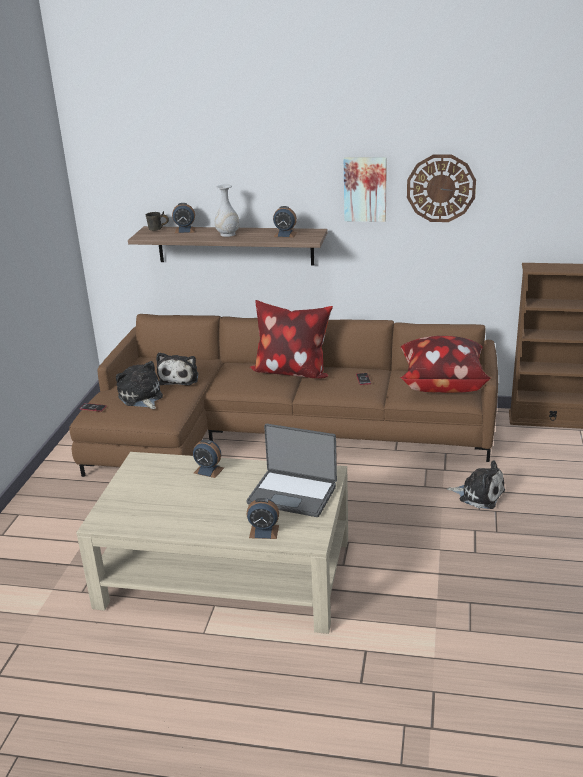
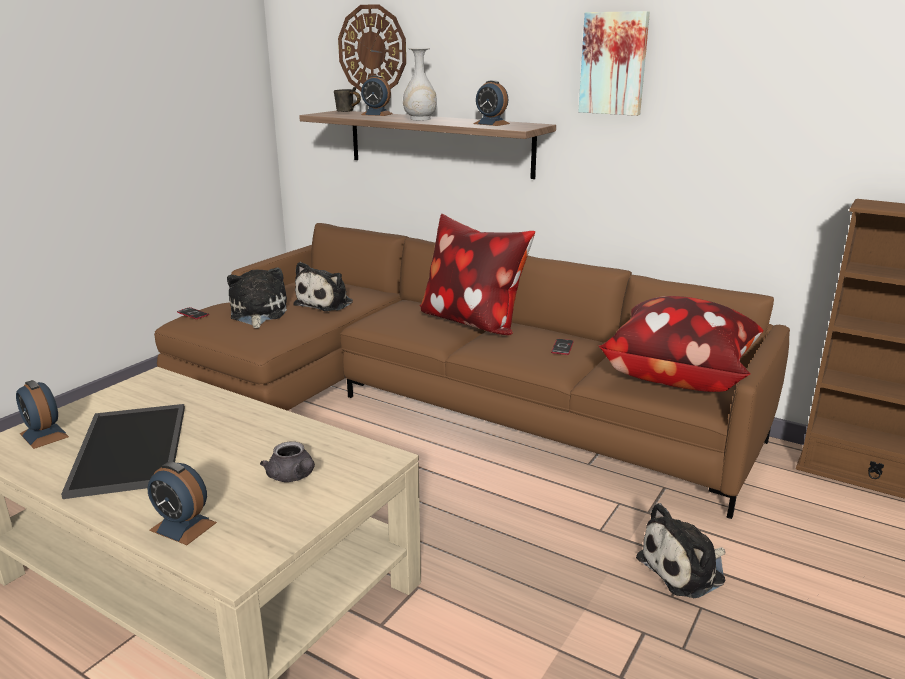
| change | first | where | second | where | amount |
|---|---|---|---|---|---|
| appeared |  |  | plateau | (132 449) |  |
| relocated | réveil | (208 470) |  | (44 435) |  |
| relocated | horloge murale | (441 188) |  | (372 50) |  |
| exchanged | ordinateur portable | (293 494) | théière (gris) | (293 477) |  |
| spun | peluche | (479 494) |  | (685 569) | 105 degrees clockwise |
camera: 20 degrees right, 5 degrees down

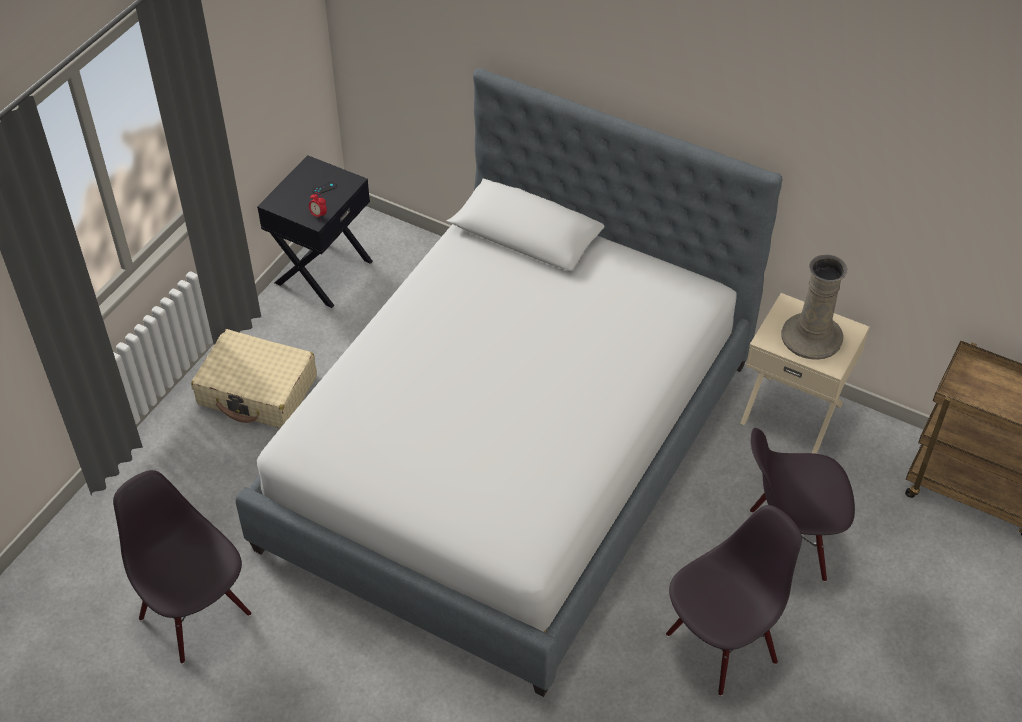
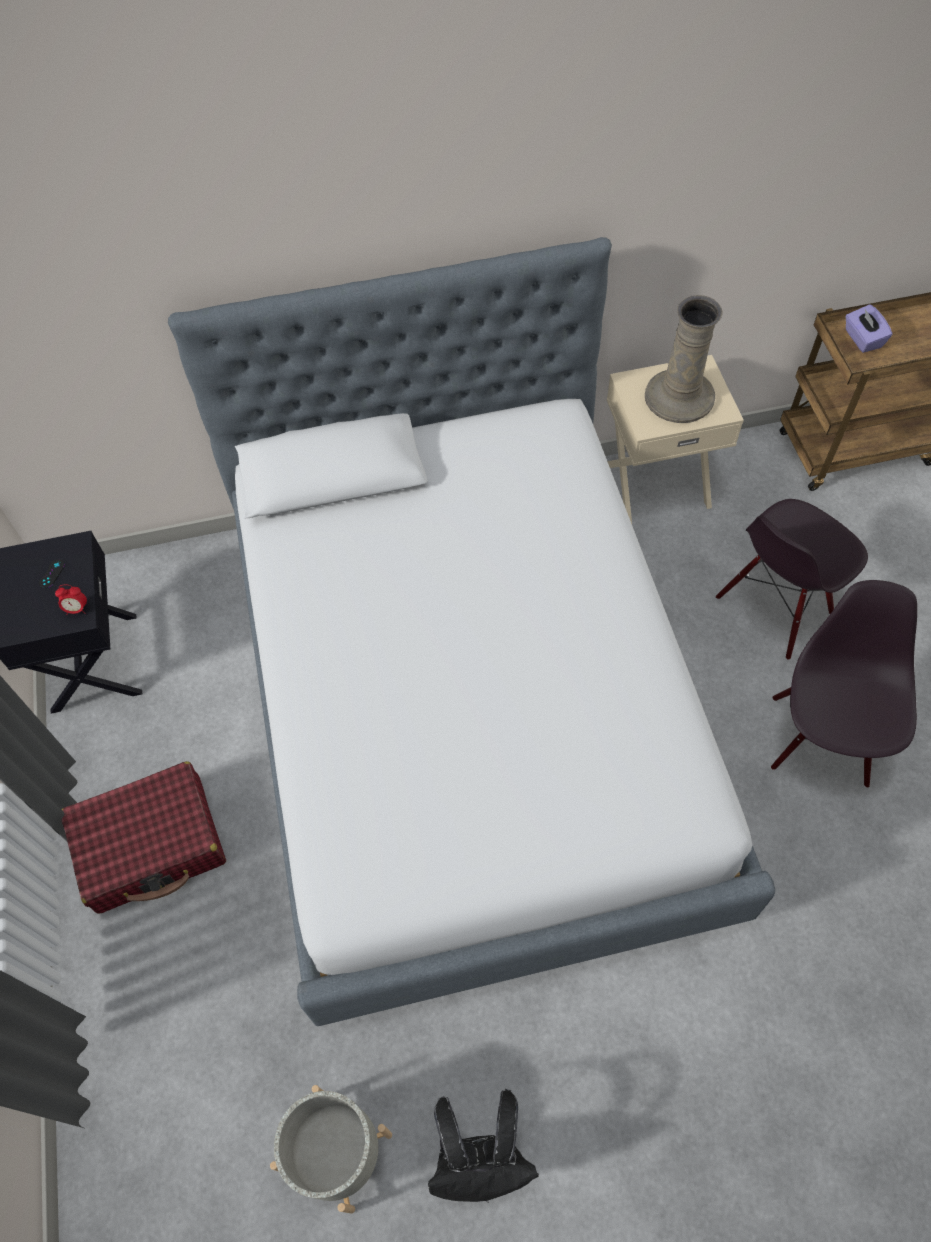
| change | first | where | second | where | amount |
|---|---|---|---|---|---|
| appeared |  |  | sac à dos (noir) | (481 1158) |  |
| appeared |  |  | boîte à mouchoirs (violet) | (862 339) |  |
| exchanged | chaise (noir) | (196 615) | cache-pot (gris) | (338 1152) |  |
| colour | valise (beige) | (258 391) | valise (rouge) | (152 844) |  |
camera: 40 degrees left, 10 degrees up

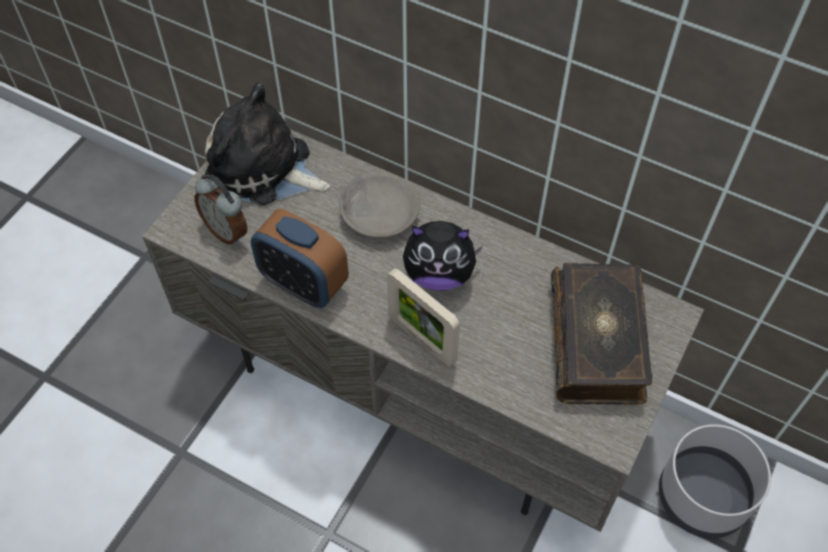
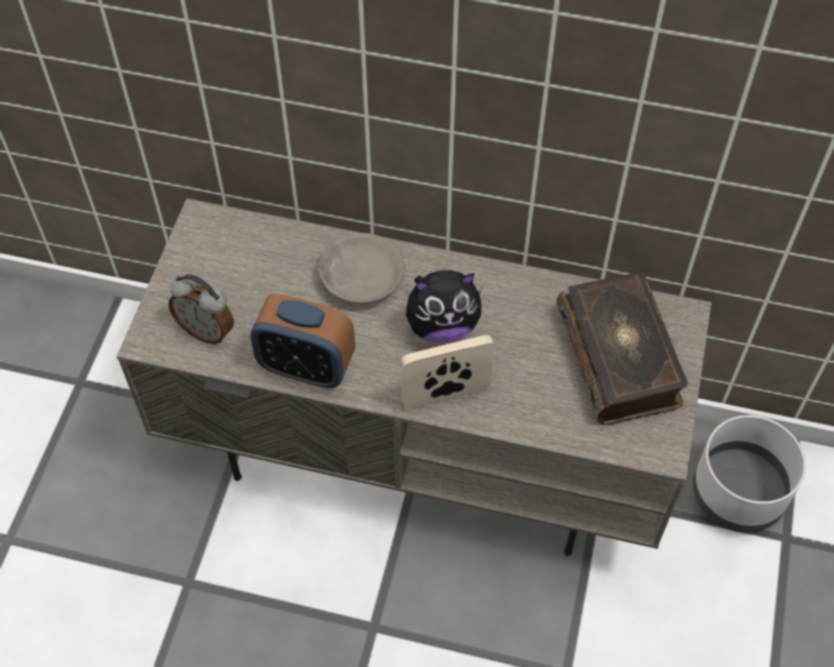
| change | first | where | second | where | amount |
|---|---|---|---|---|---|
| missing | peluche | (264 169) |  |  |  |
| spun | cadre photo | (422 339) |  | (446 396) | 135 degrees clockwise |
camera: 15 degrees left, 0 degrees up

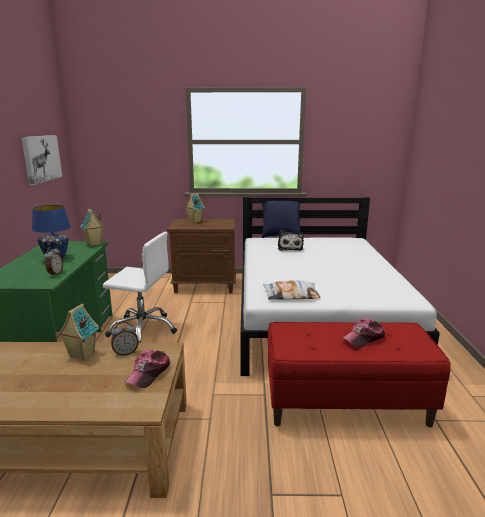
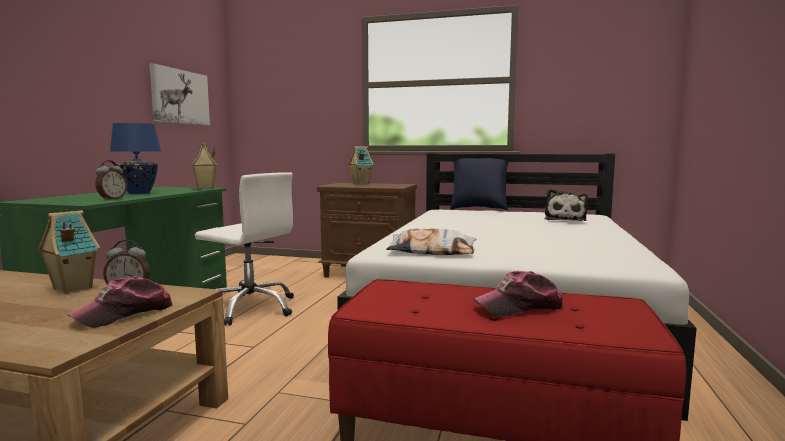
| change | first | where | second | where | amount |
|---|---|---|---|---|---|
| relocated | peluche | (290 248) |  | (565 219) |  |
camera: 15 degrees right, 10 degrees down

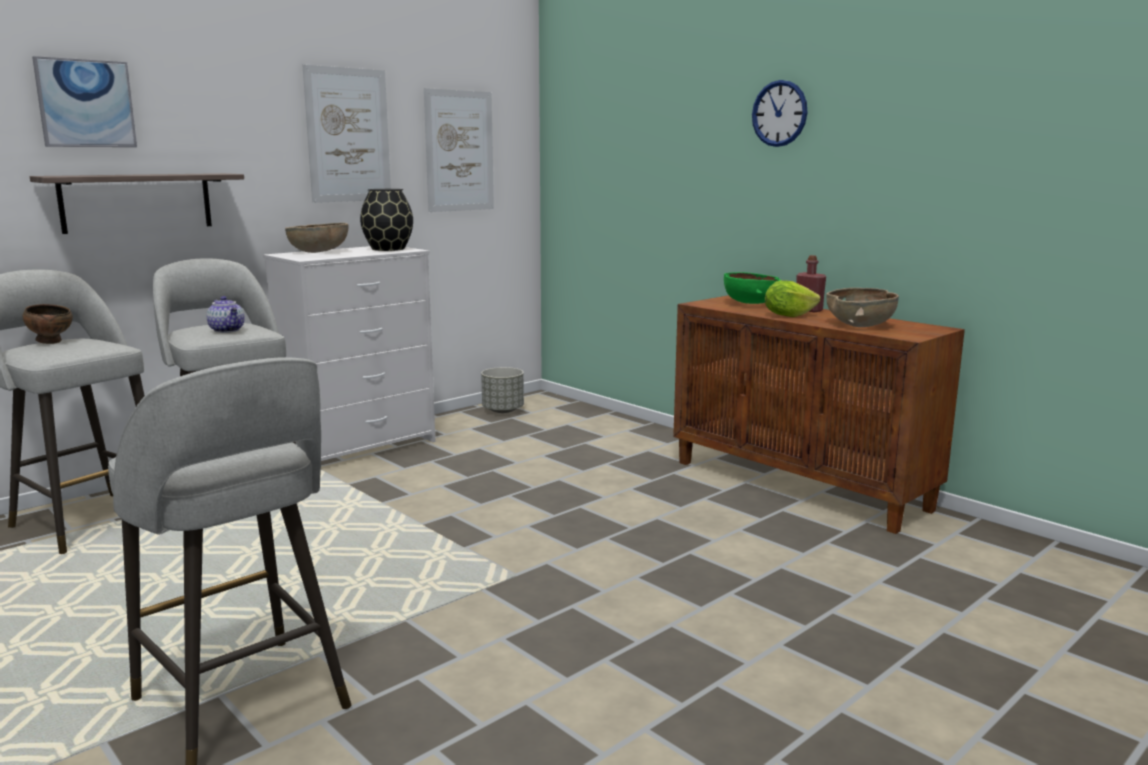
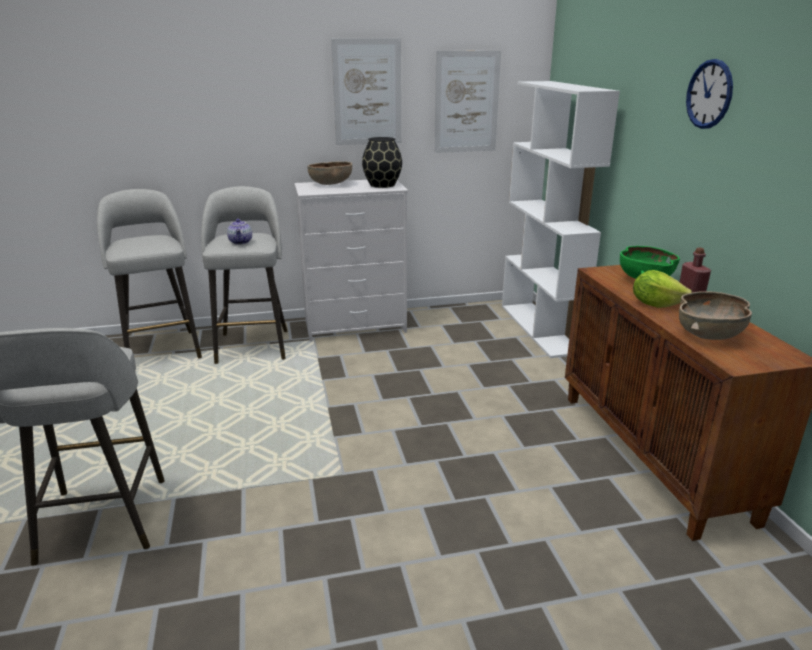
| change | first | where | second | where | amount |
|---|---|---|---|---|---|
| missing | bol (marron) | (52 342) |  |  |  |
| missing | étagère | (137 202) |  |  |  |
| missing | tableau | (85 103) |  |  |  |
| missing | cache-pot (gris) | (503 410) |  |  |  |
| appeared |  |  | bibliothèque (blanc) | (540 328) |  |
camera: 30 degrees right, 10 degrees up

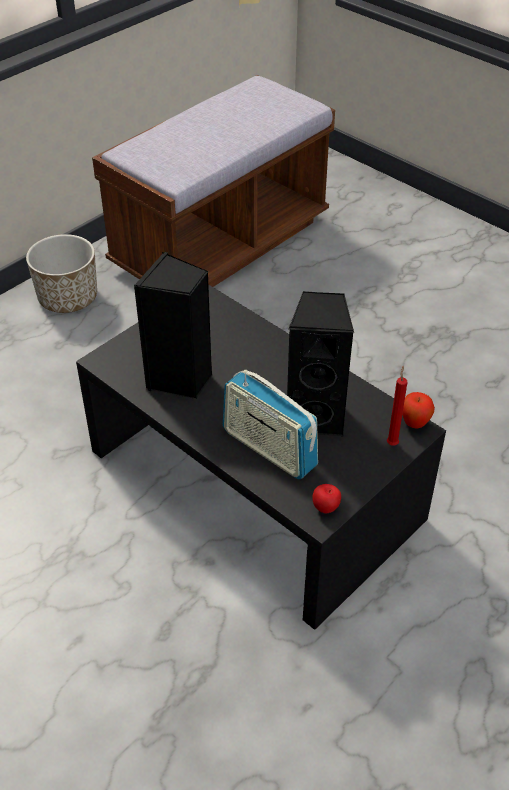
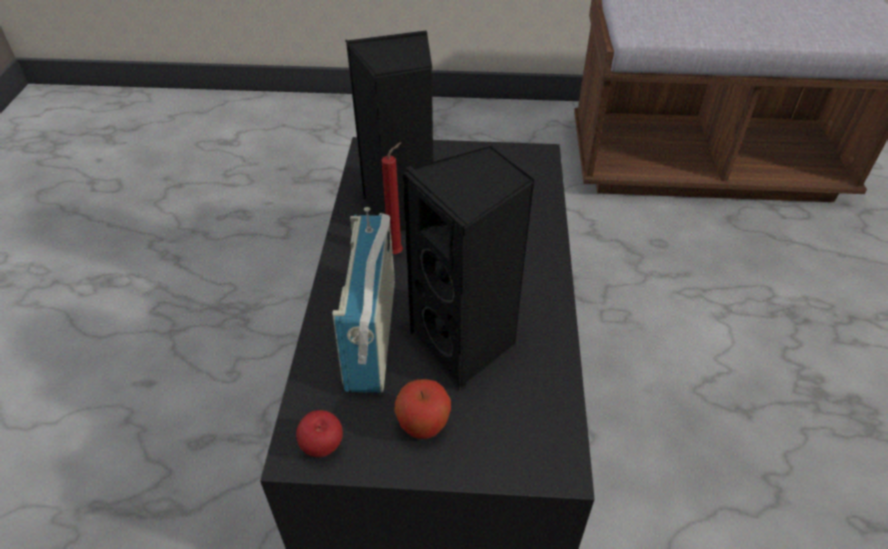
| change | first | where | second | where | amount |
|---|---|---|---|---|---|
| missing | cache-pot | (68 298) |  |  |  |
| relocated | bougie (rouge) | (392 443) |  | (397 252) |  |
| relocated | pomme | (415 423) |  | (423 428) |  |
camera: 50 degrees right, 0 degrees up

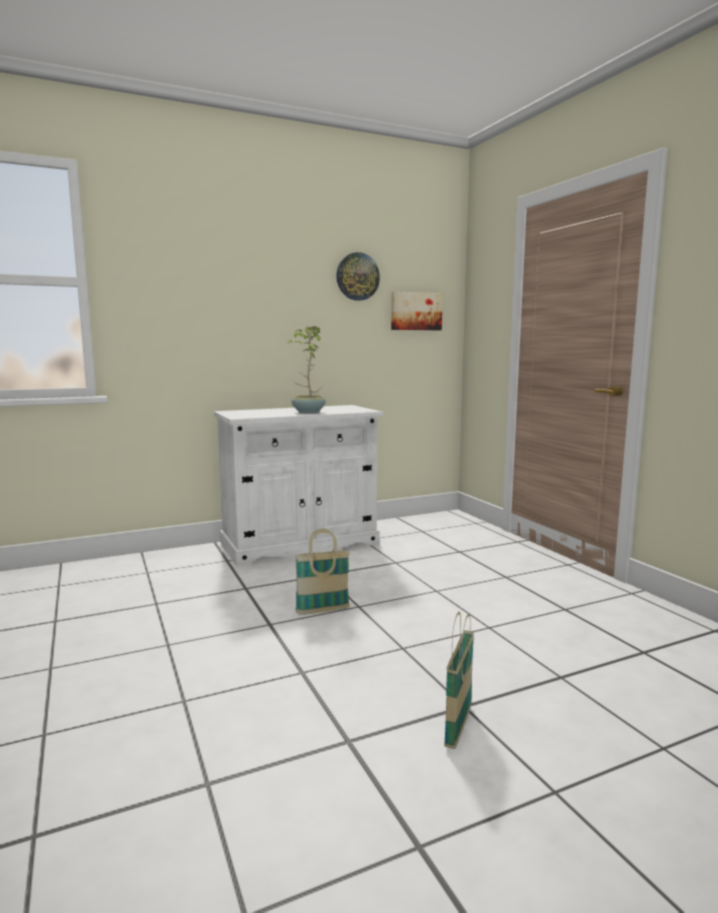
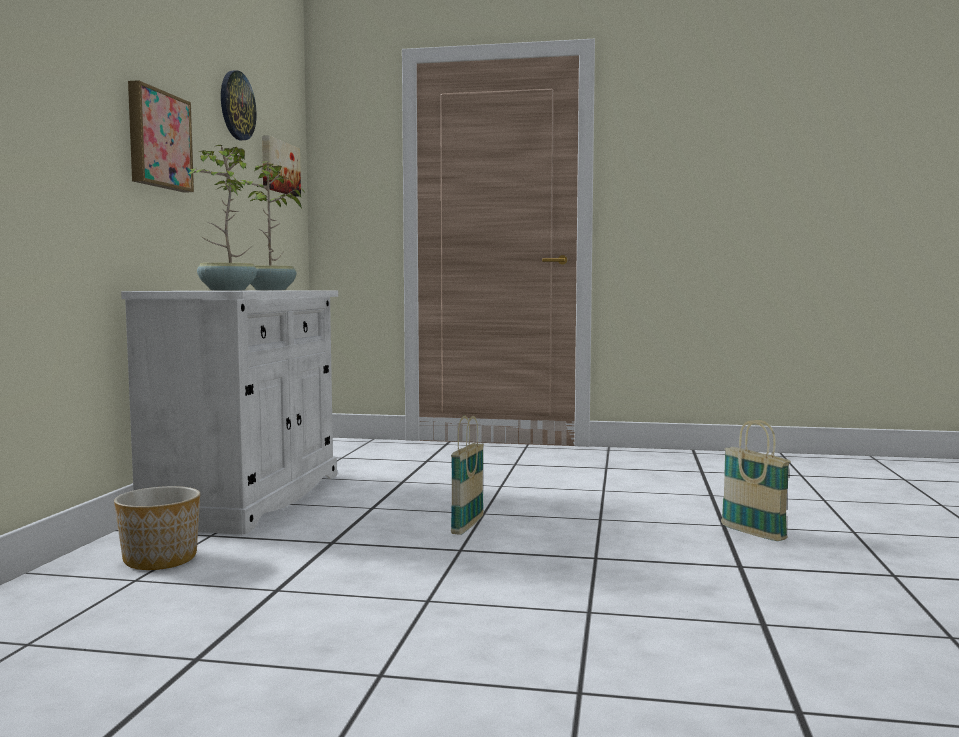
| change | first | where | second | where | amount |
|---|---|---|---|---|---|
| appeared |  |  | cache-pot | (160 559) |  |
| appeared |  |  | tableau | (157 140) |  |
| appeared |  |  | plante en pot | (226 290) |  |
camera: 55 degrees left, 5 degrees down

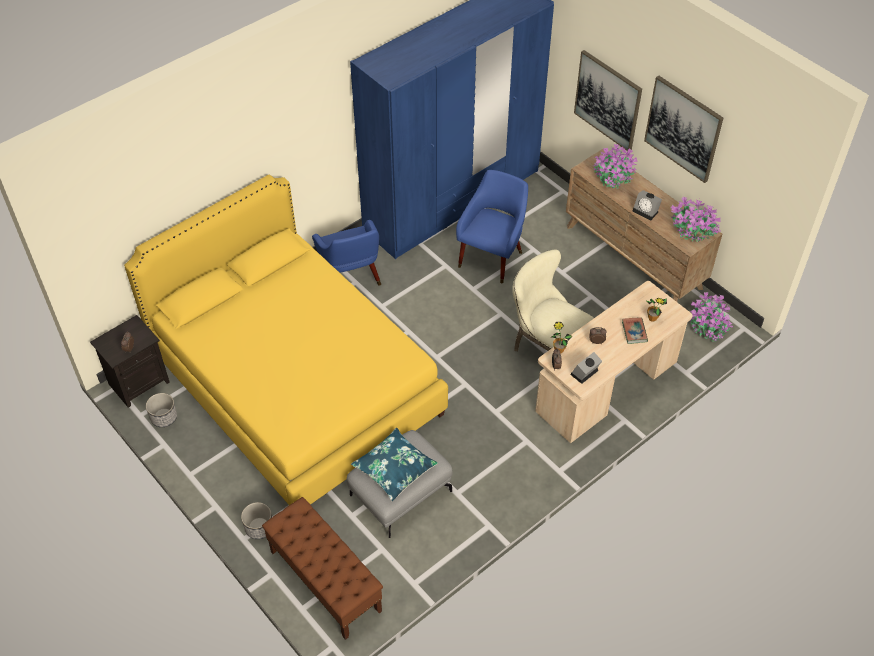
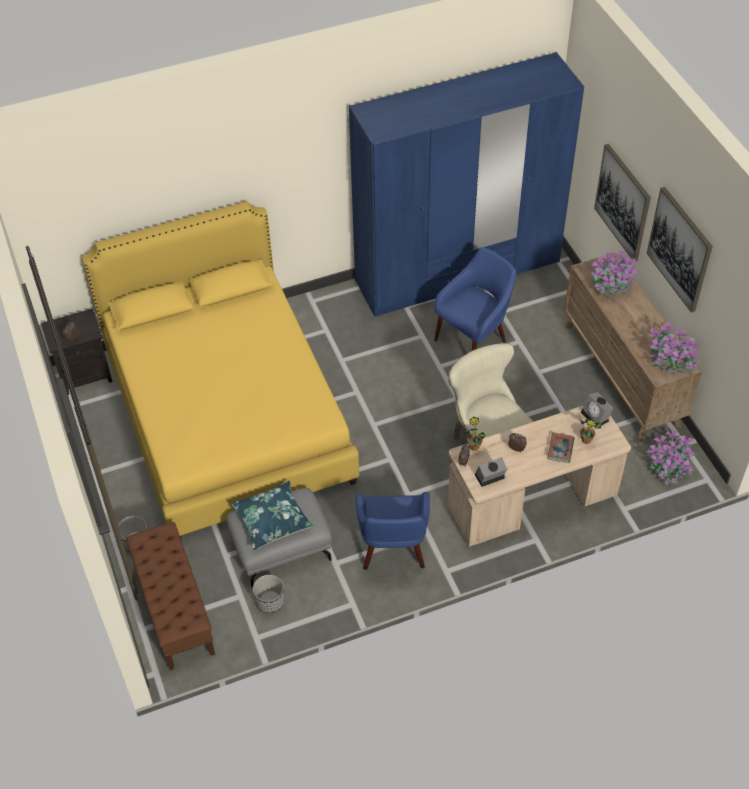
| change | first | where | second | where | amount |
|---|---|---|---|---|---|
| relocated | cache-pot | (164 417) |  | (270 601) |  |
| relocated | fauteuil (bleu) | (351 278) |  | (393 549) |  |
| relocated | réveil | (646 211) |  | (596 416) |  |
camera: 20 degrees right, 0 degrees up

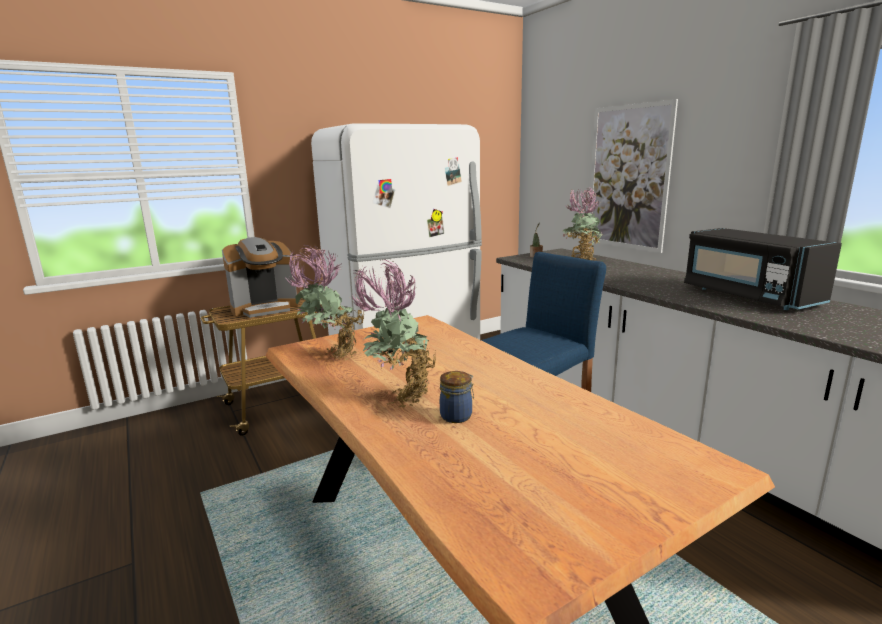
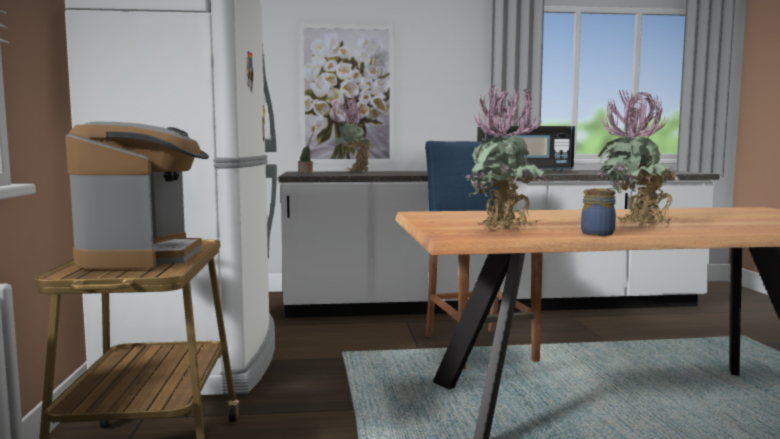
| change | first | where | second | where | amount |
|---|---|---|---|---|---|
| relocated | bocal | (457 416) |  | (597 233) |  |
camera: 65 degrees left, 10 degrees down

